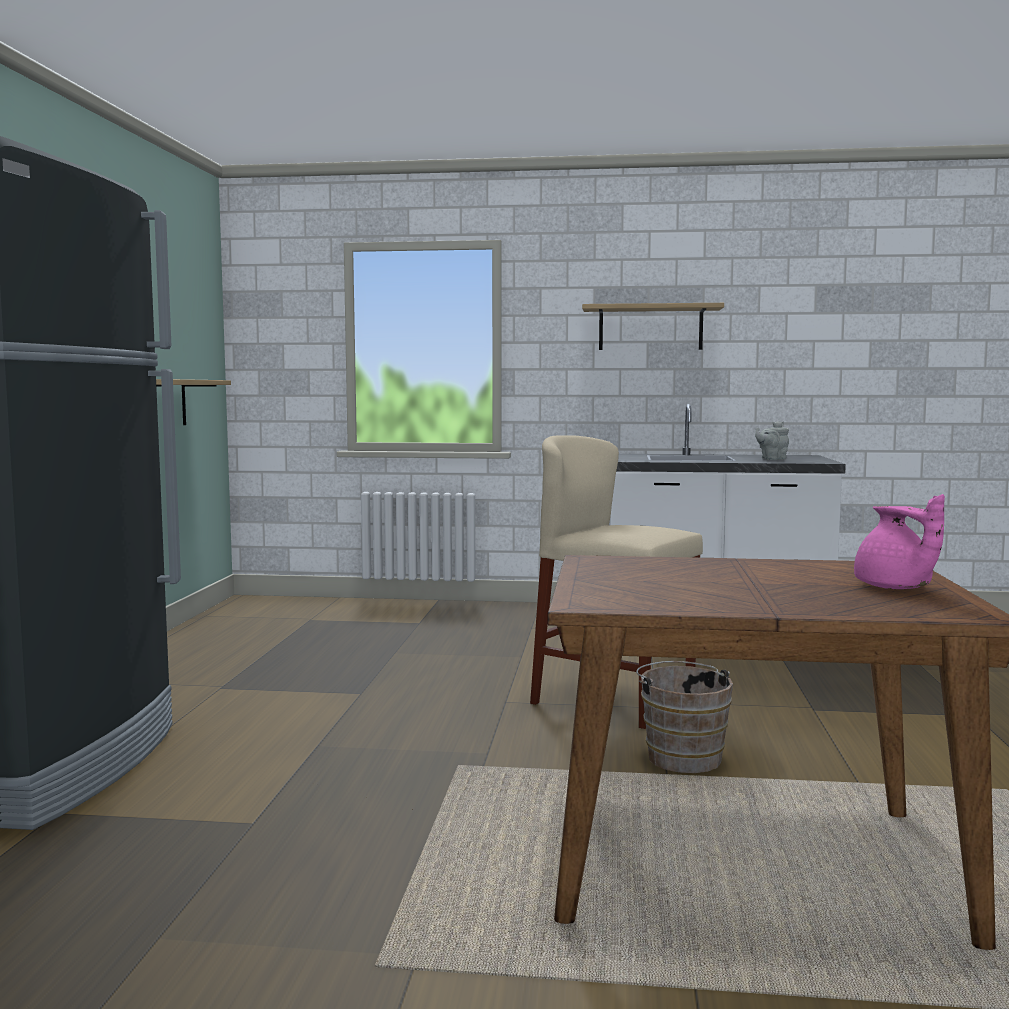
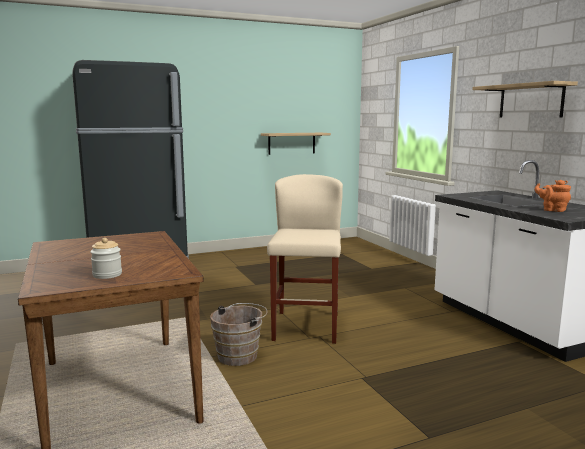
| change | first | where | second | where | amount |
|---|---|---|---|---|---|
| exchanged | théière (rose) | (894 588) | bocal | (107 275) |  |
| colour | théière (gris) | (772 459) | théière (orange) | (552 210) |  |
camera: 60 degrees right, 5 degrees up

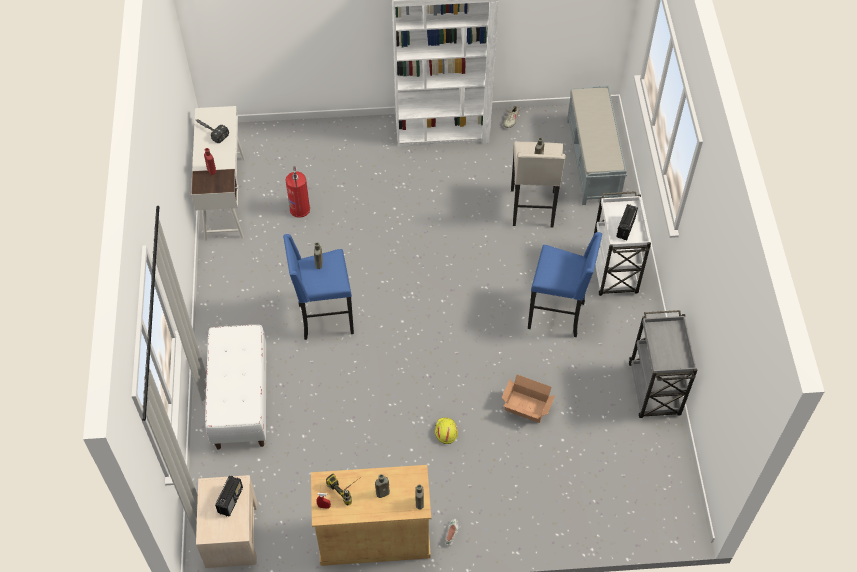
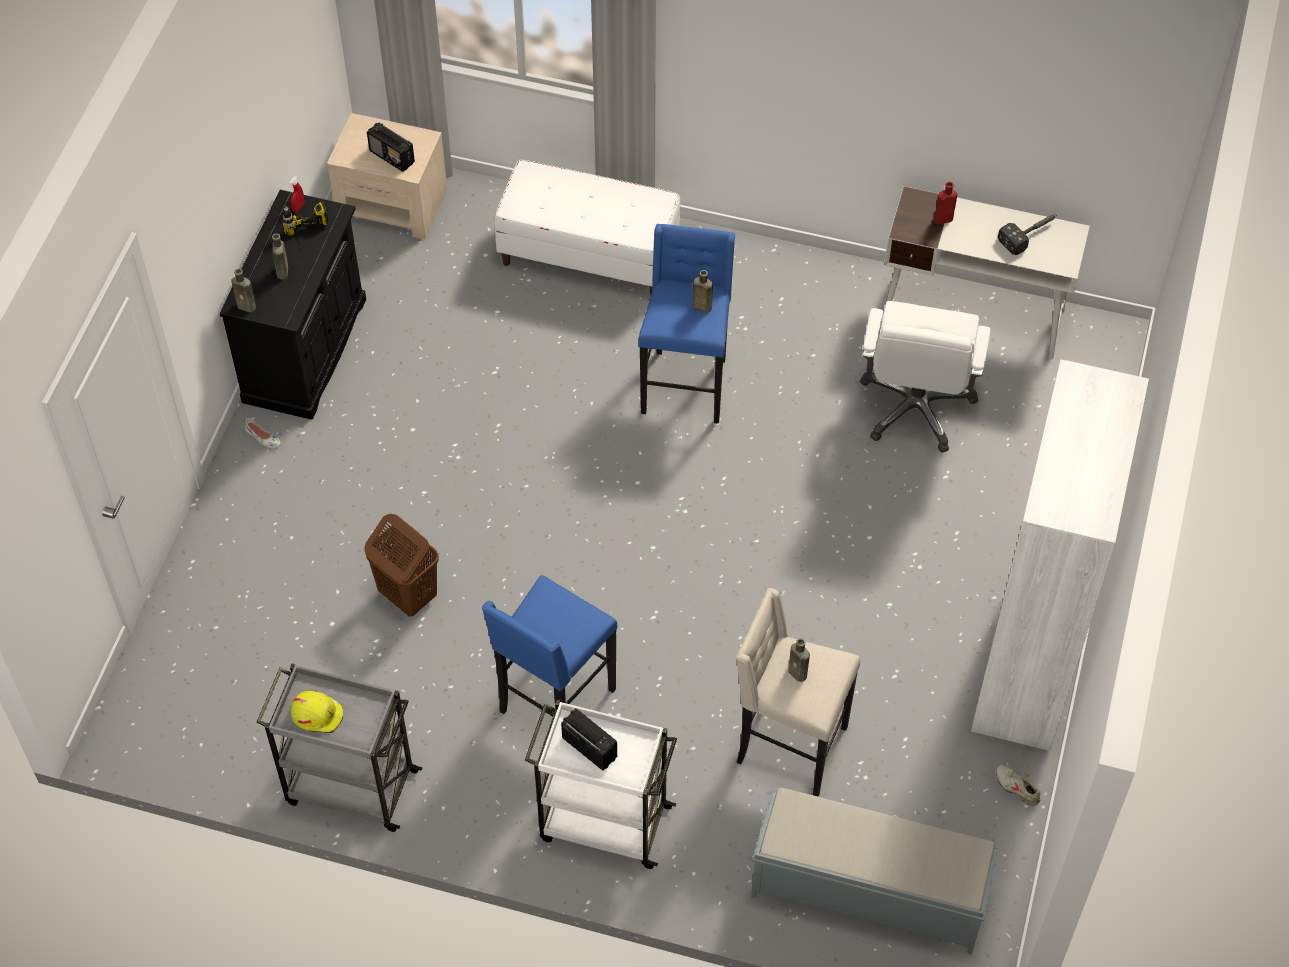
| change | first | where | second | where | amount |
|---|---|---|---|---|---|
| relocated | casque de chantier (jaune) | (445 431) |  | (317 714) |  |
| exchanged | extincteur | (300 208) | chaise de bureau (blanc) | (916 407) |  |
| exchanged | carton | (526 408) | panier à linge (marron) | (407 595) |  |
| colour | meuble de rangement (beige) | (374 537) | meuble de rangement (noir) | (305 350) |  |
camera: 110 degrees right, 0 degrees up

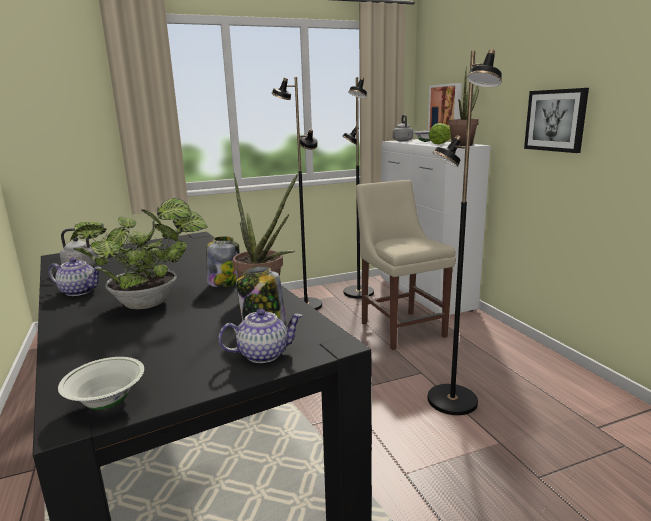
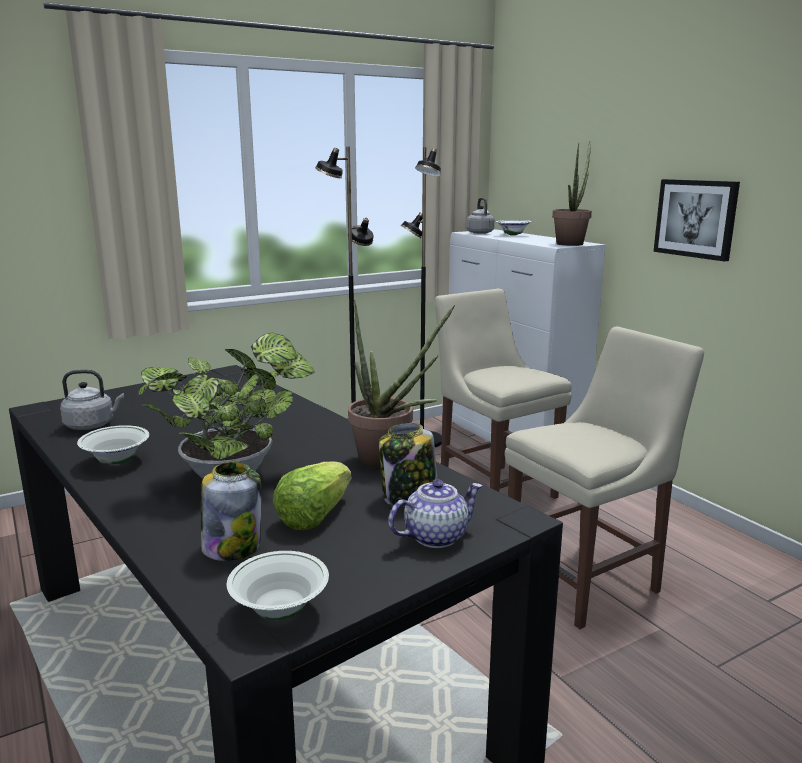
| change | first | where | second | where | amount |
|---|---|---|---|---|---|
| missing | tableau | (446 108) |  |  |  |
| relocated | bocal | (224 282) |  | (232 546) |  |
| relocated | laitue | (441 143) |  | (314 516) |  |
| exchanged | théière | (79 291) | bol (blanc) | (116 461) |  |
| exchanged | lampadaire (noir) | (451 401) | chaise (beige) | (588 581) |  |
camera: 10 degrees left, 0 degrees up

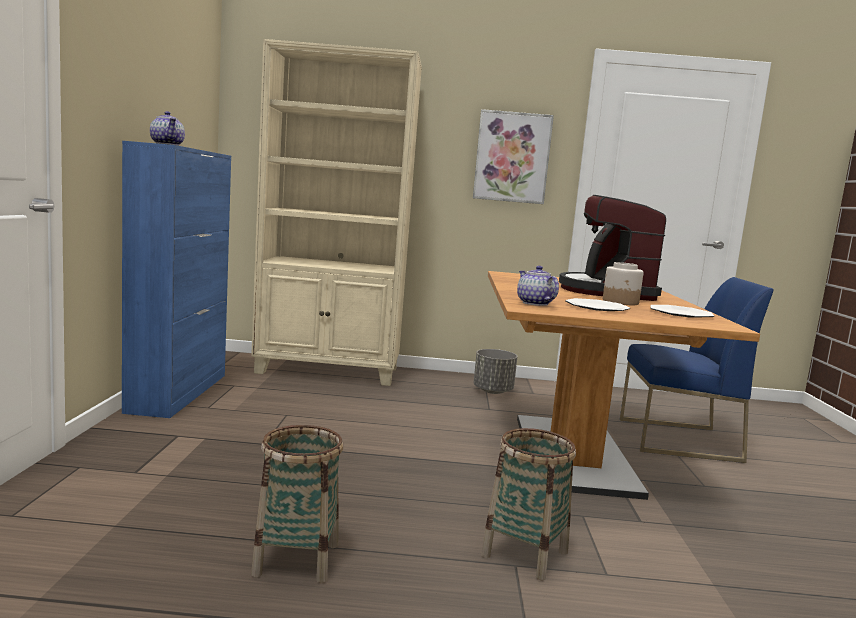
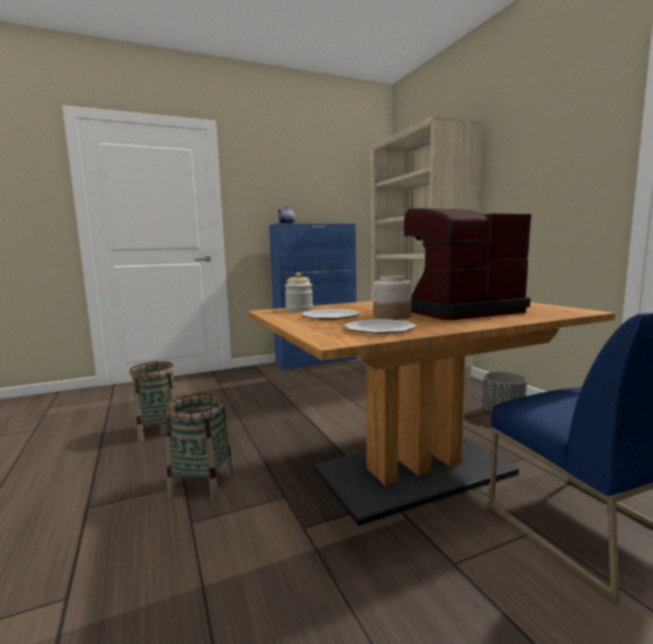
| change | first | where | second | where | amount |
|---|---|---|---|---|---|
| missing | tableau | (512 157) |  |  |  |
| exchanged | théière | (534 303) | bocal | (299 310) |  |
camera: 65 degrees right, 0 degrees up

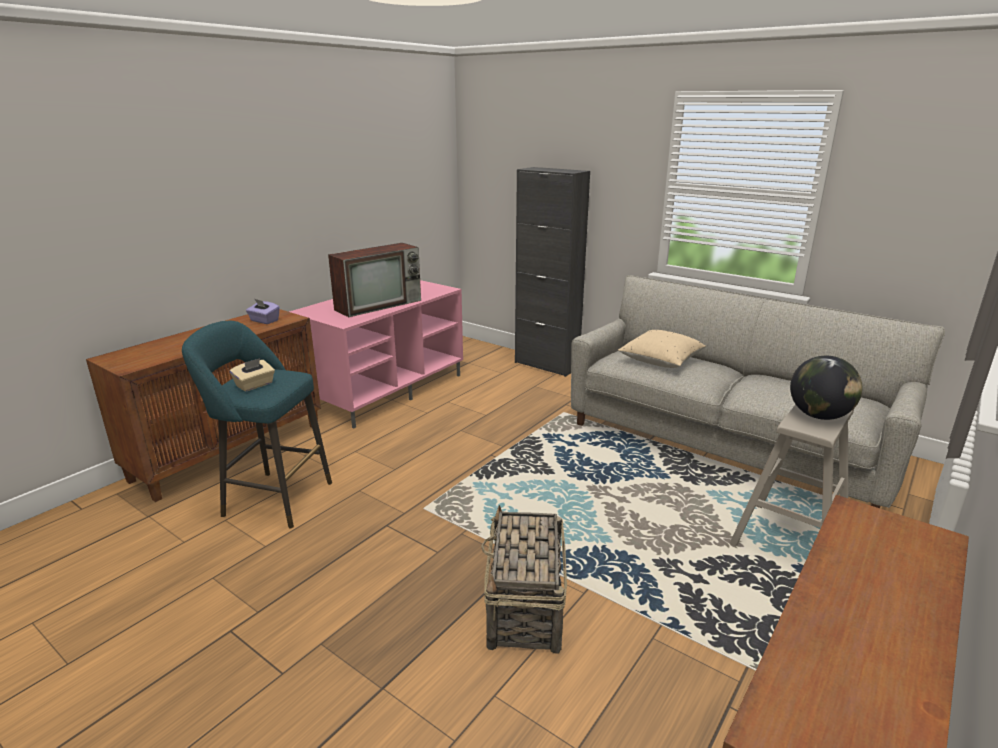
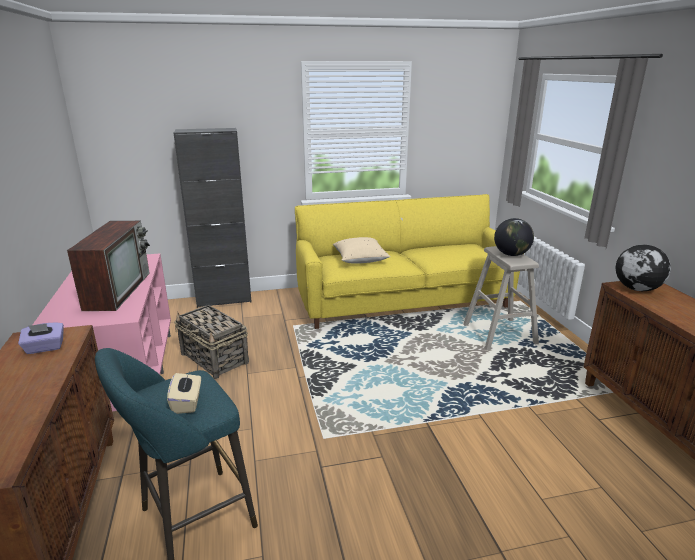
| change | first | where | second | where | amount |
|---|---|---|---|---|---|
| appeared |  |  | globe | (637 289) |  |
| relocated | panier | (525 608) |  | (215 359) |  |
| colour | canapé (gris) | (725 445) | canapé (jaune) | (403 302) |  |
camera: 50 degrees left, 0 degrees up

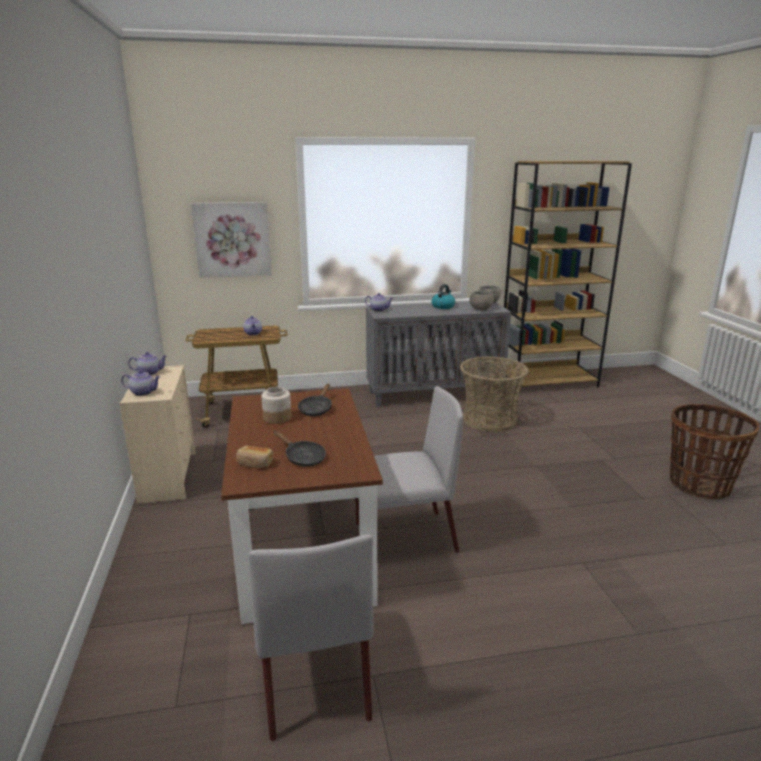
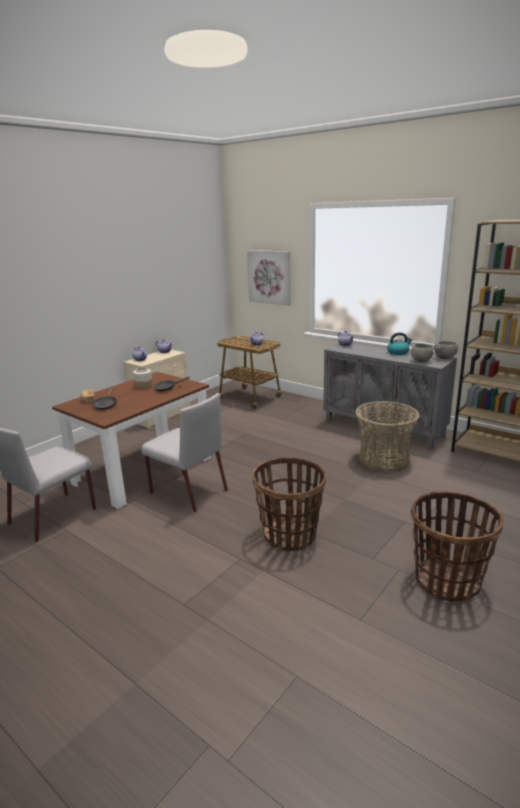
| change | first | where | second | where | amount |
|---|---|---|---|---|---|
| appeared |  |  | panier | (289 535) |  |
camera: 50 degrees right, 0 degrees up

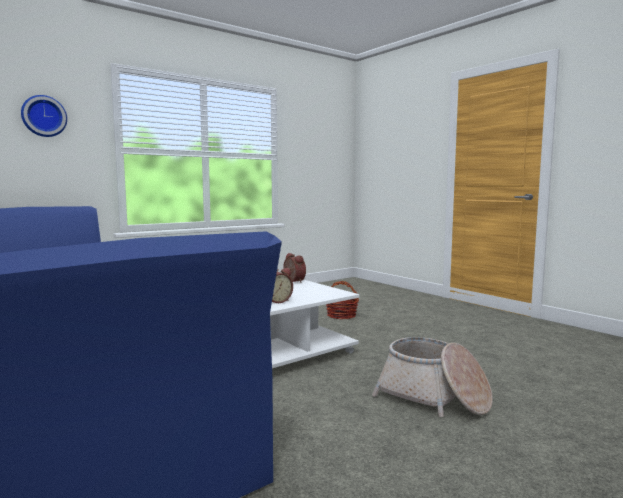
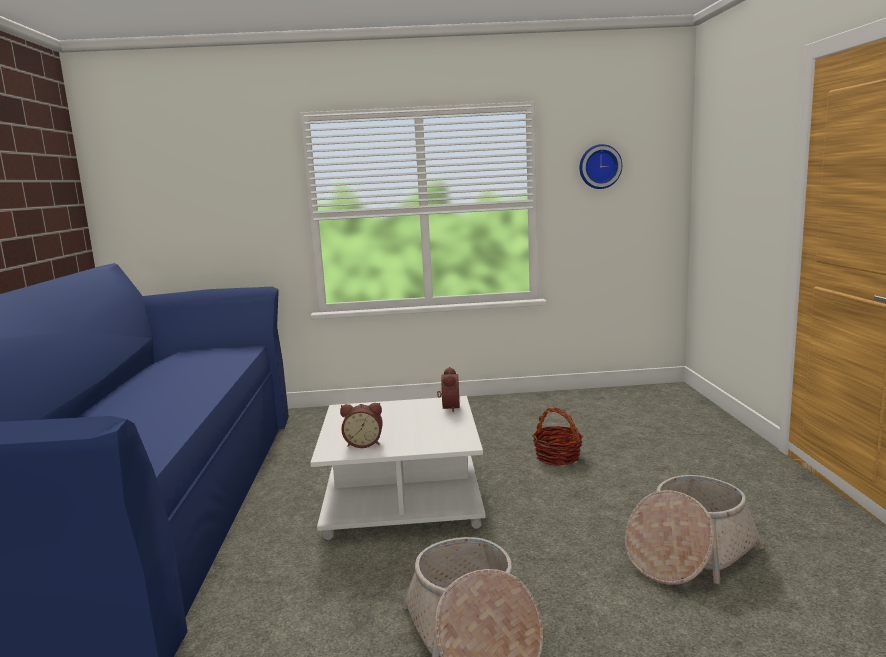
| change | first | where | second | where | amount |
|---|---|---|---|---|---|
| appeared |  |  | panier | (688 554) |  |
| relocated | horloge murale | (44 116) |  | (599 166) |  |
camera: 35 degrees right, 5 degrees up

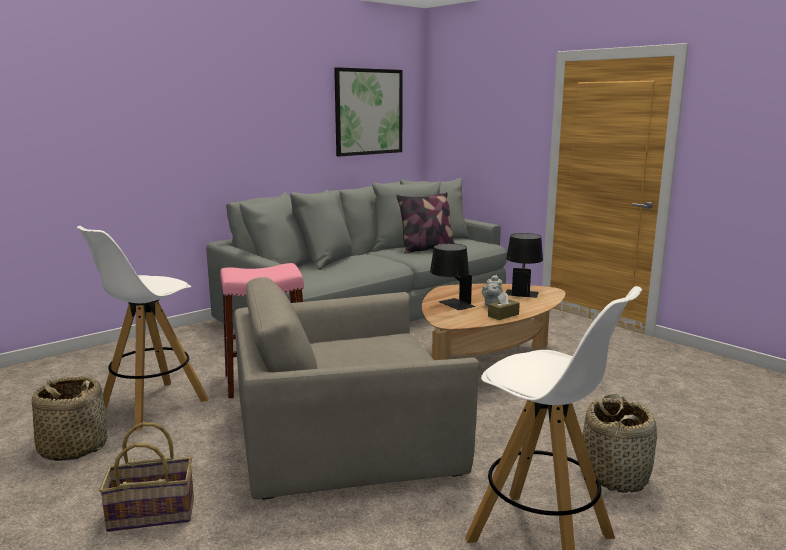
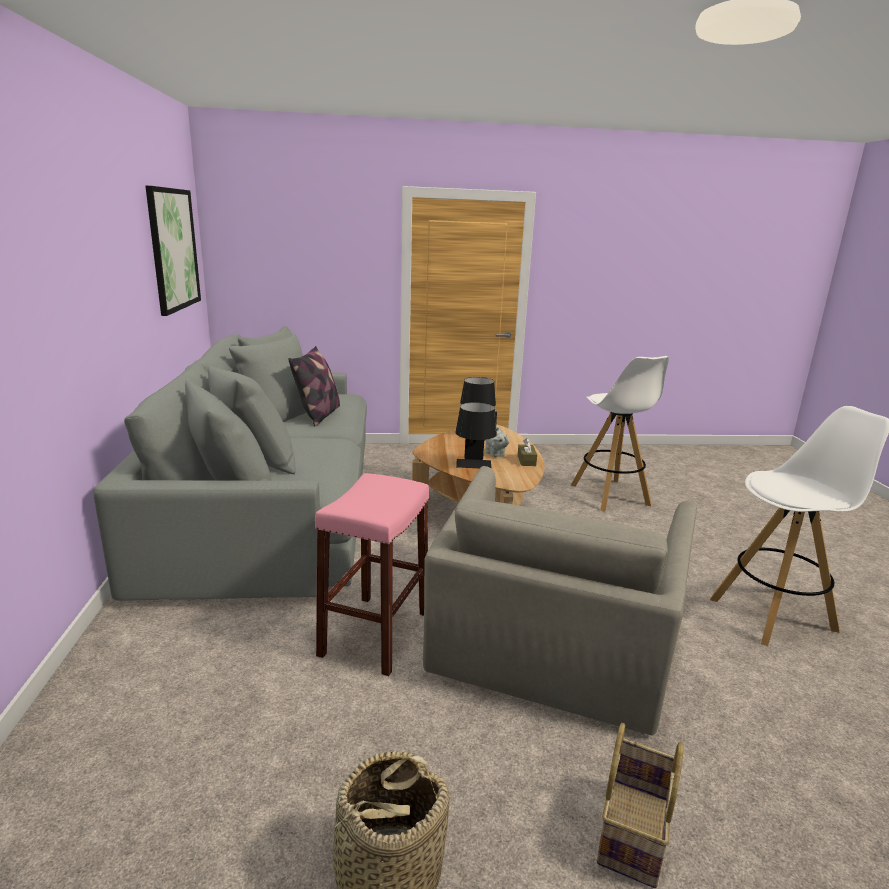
| change | first | where | second | where | amount |
|---|---|---|---|---|---|
| missing | panier | (614 475) |  |  |  |
| relocated | tabouret (blanc) | (152 405) |  | (610 495) |  |
camera: 55 degrees left, 5 degrees up

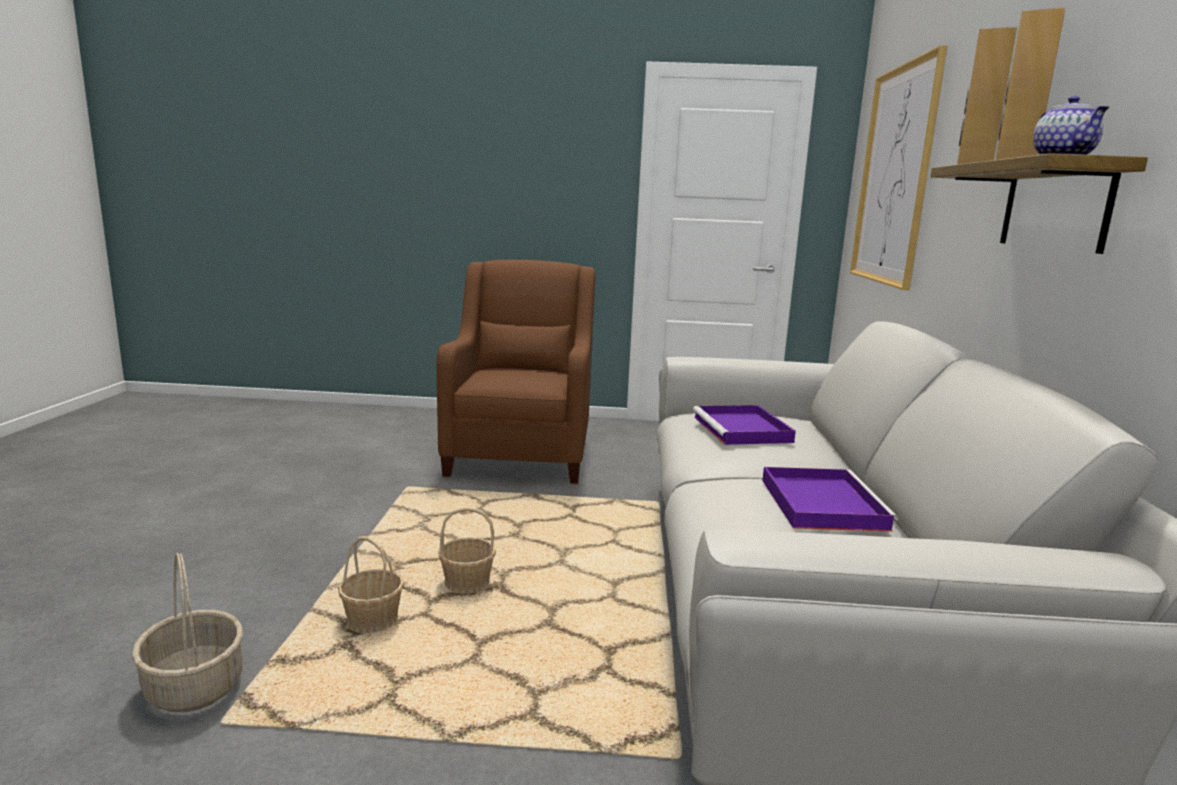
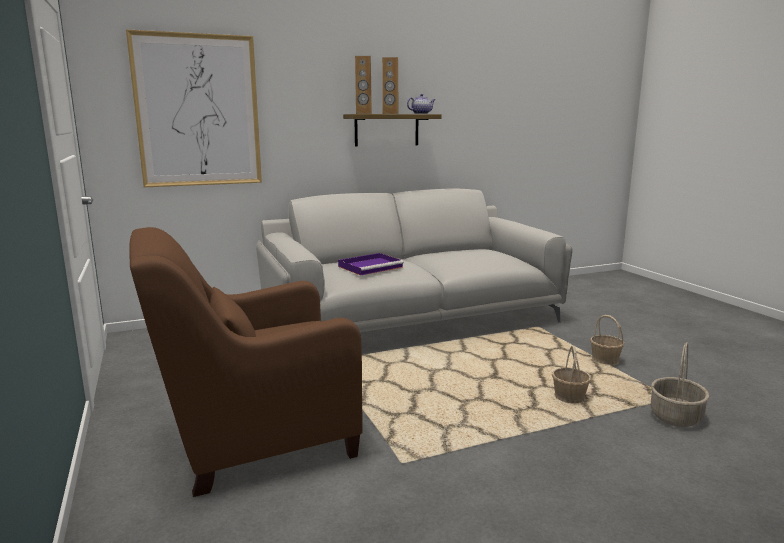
| change | first | where | second | where | amount |
|---|---|---|---|---|---|
| missing | plateau (violet) | (820 503) |  |  |  |
| relocated | panier | (466 583) |  | (605 360) |  |
camera: 115 degrees left, 0 degrees up

